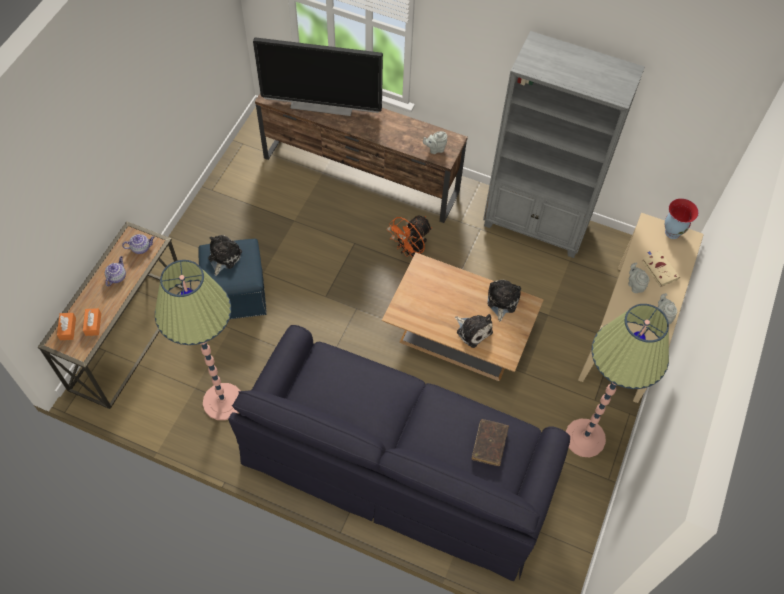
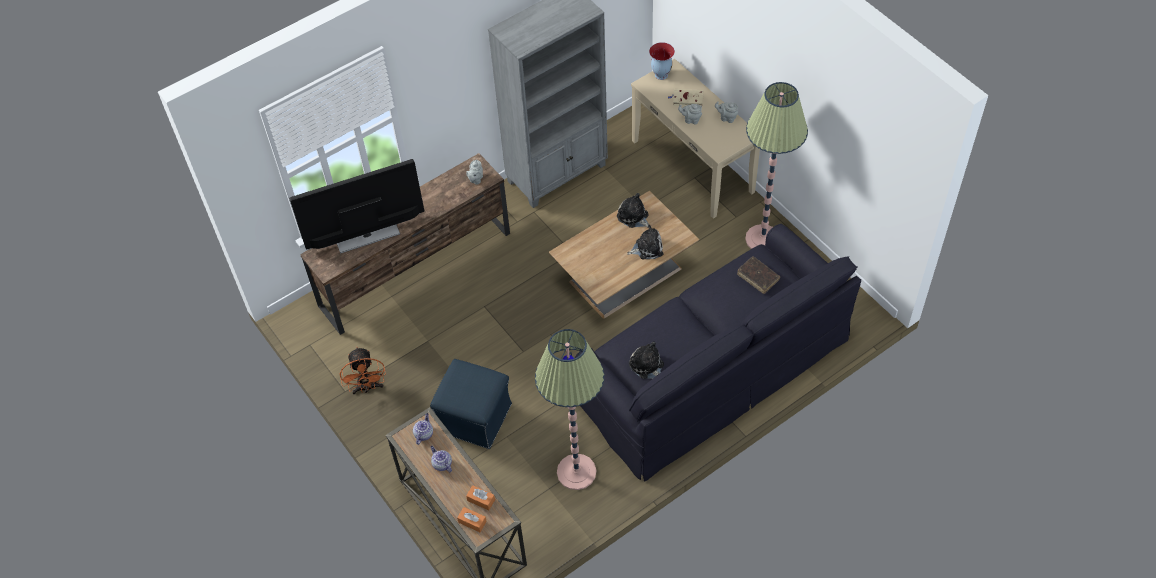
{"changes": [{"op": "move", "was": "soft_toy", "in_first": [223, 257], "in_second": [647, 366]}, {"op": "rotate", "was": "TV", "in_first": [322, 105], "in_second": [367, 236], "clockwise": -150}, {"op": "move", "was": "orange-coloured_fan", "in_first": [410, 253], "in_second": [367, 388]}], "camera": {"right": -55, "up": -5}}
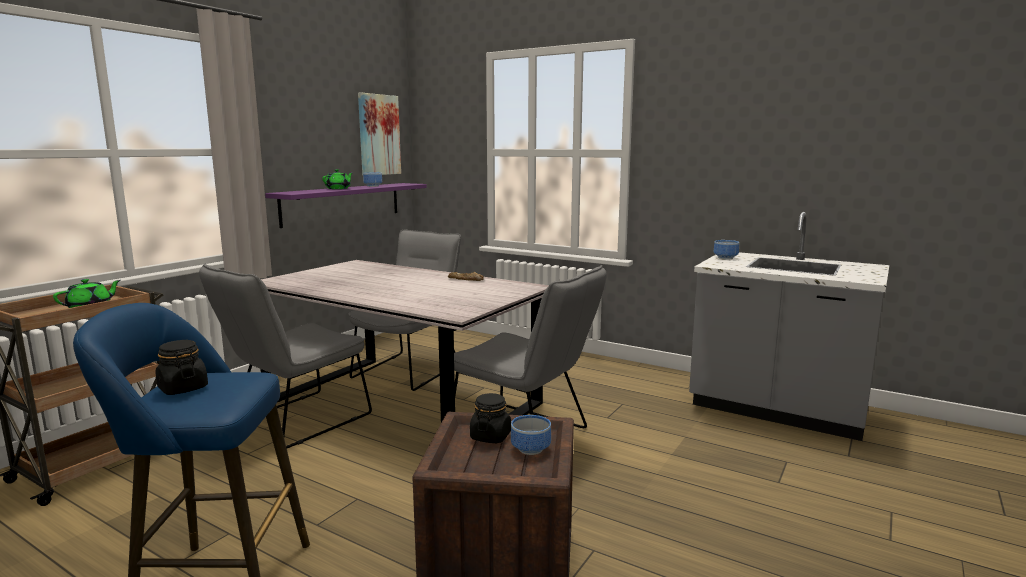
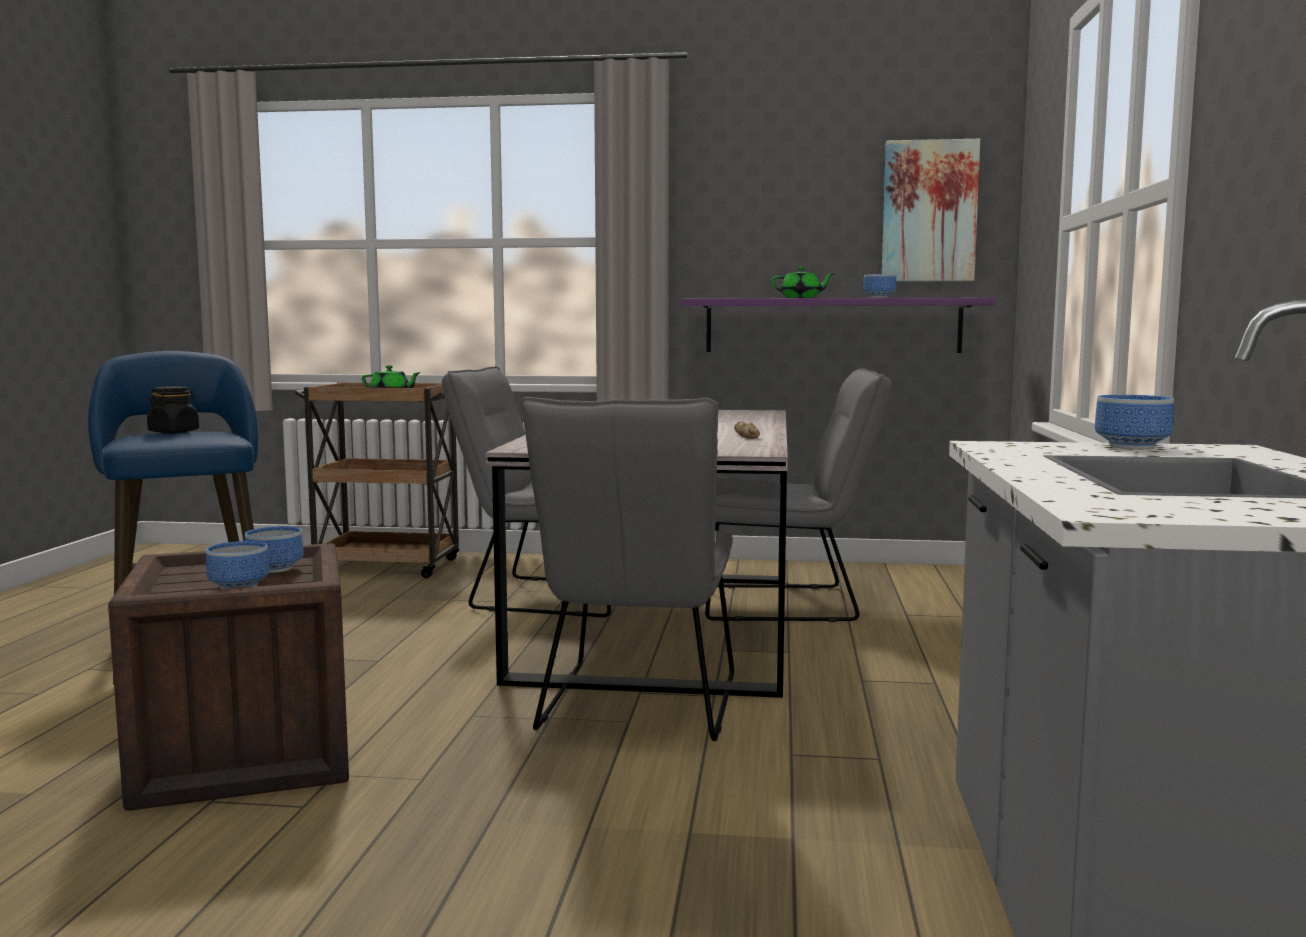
{"changes": [{"op": "replace", "was": "black_storage_jar", "now": "serving_bowl", "in_first": [490, 436], "in_second": [273, 569]}], "camera": {"right": 65, "up": -5}}
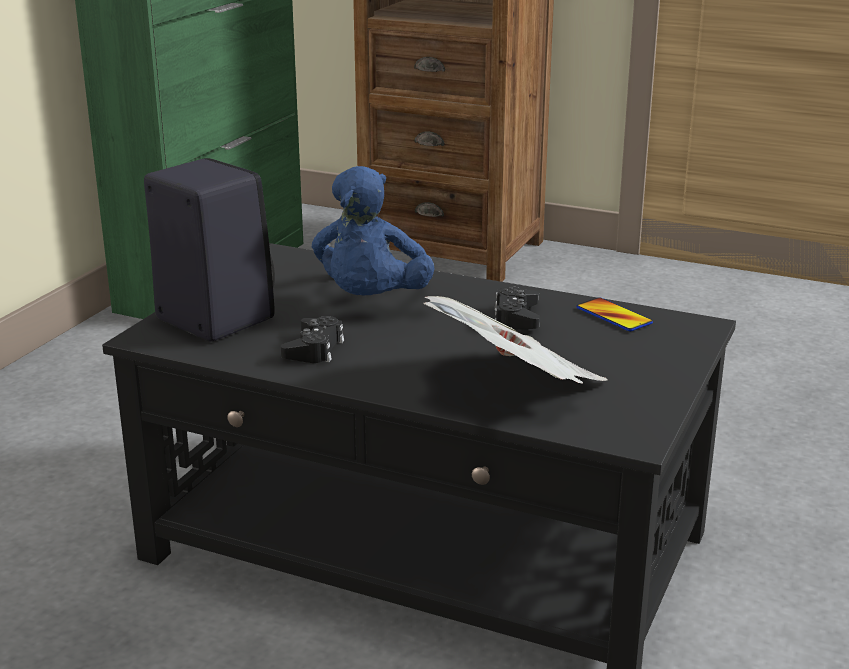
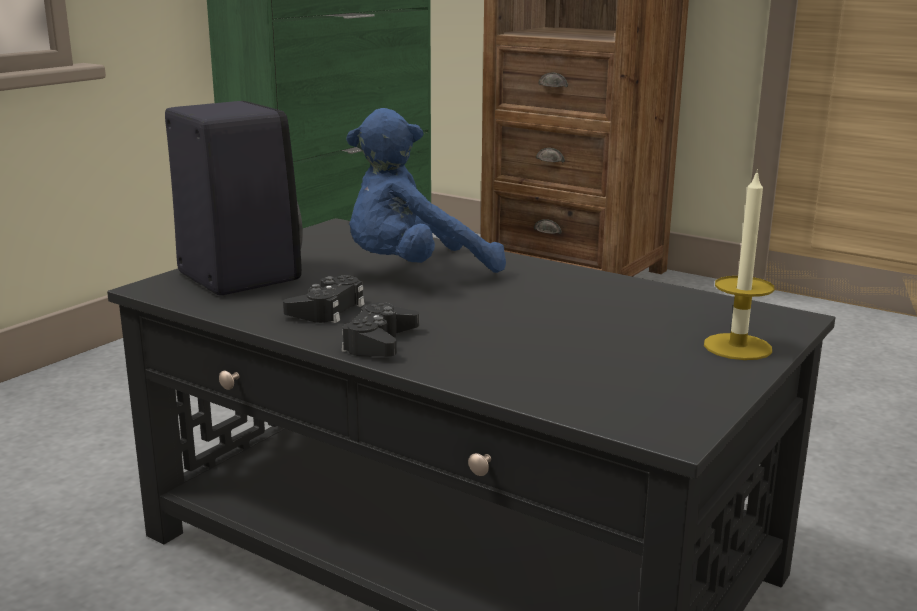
{"changes": [{"op": "rotate", "was": "blue-coloured_soft_toy", "in_first": [371, 301], "in_second": [415, 272], "clockwise": 45}, {"op": "delete", "was": "printed_paper", "in_first": [514, 385]}, {"op": "move", "was": "black_game_controller", "in_first": [516, 317], "in_second": [379, 342]}, {"op": "delete", "was": "handset", "in_first": [613, 316]}, {"op": "insert", "now": "candle", "in_second": [737, 347]}], "camera": {"right": 10, "up": -5}}
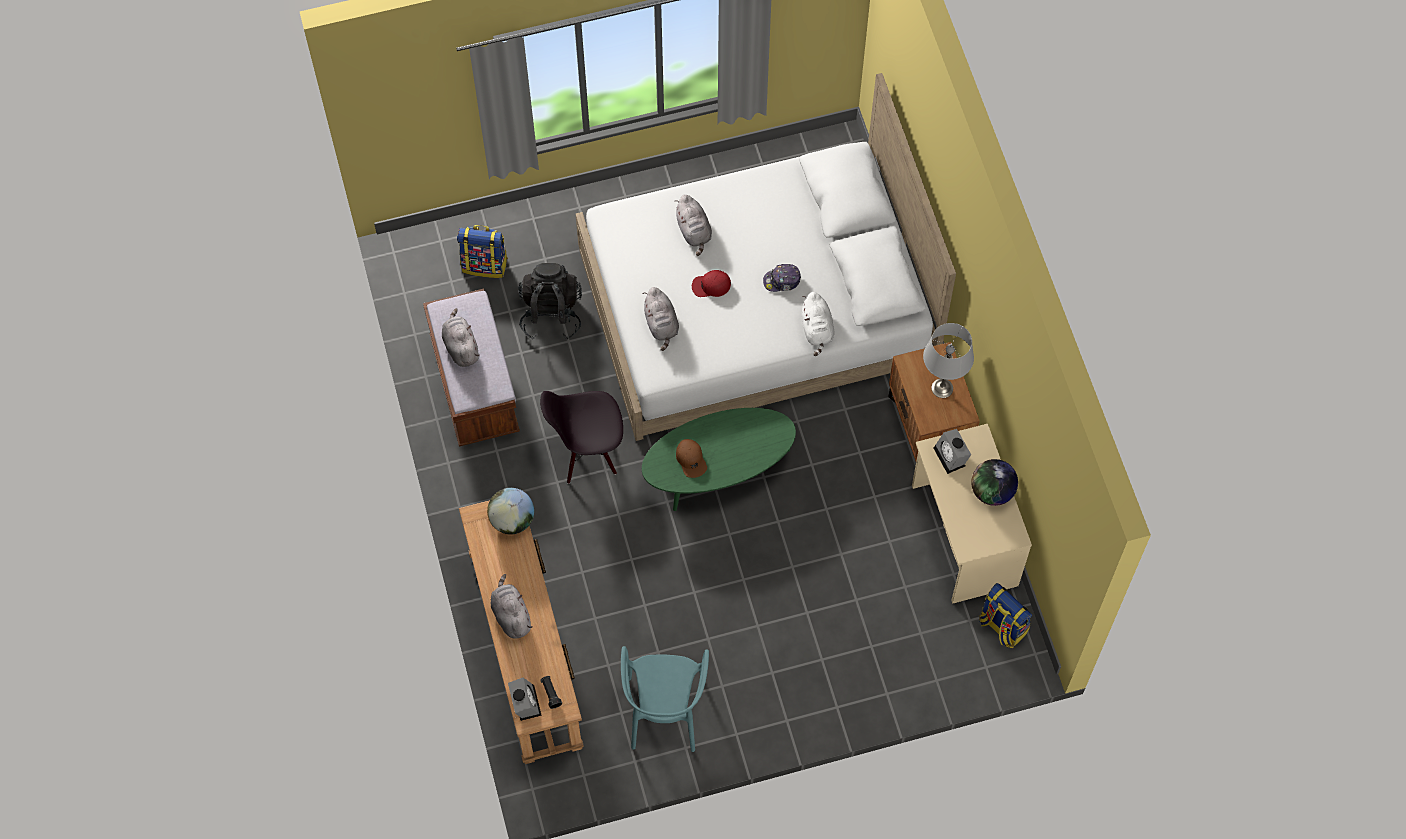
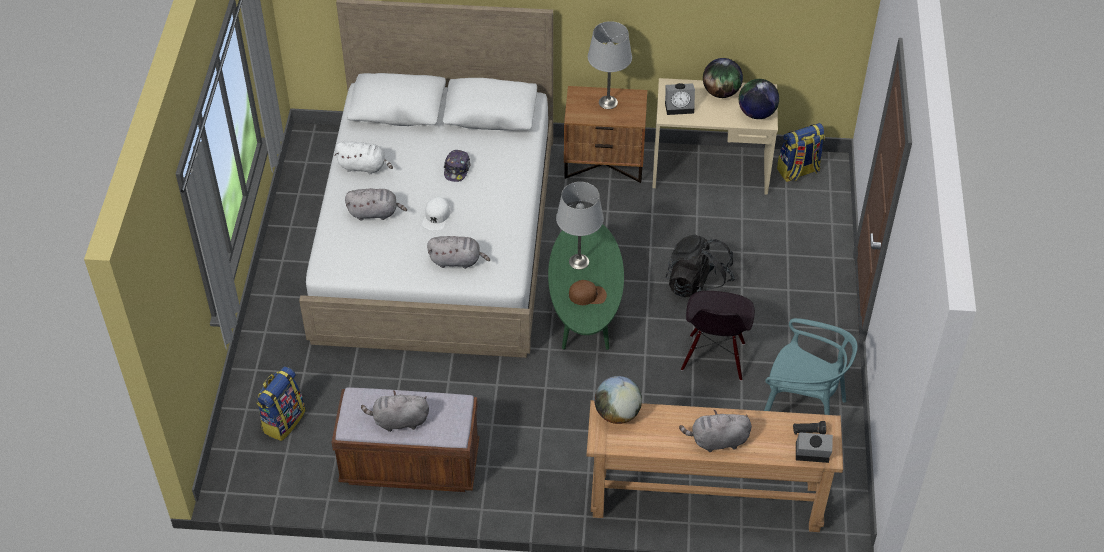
{"changes": [{"op": "move", "was": "black_knapsack", "in_first": [551, 313], "in_second": [698, 288]}, {"op": "move", "was": "black_upright_chair", "in_first": [587, 451], "in_second": [714, 357]}, {"op": "recolor", "was": "red_peaked_cap", "now": "white_peaked_cap", "in_first": [711, 286], "in_second": [436, 217]}, {"op": "move", "was": "white_soft_toy", "in_first": [817, 330], "in_second": [364, 167]}, {"op": "insert", "now": "gray_tabletop_lamp", "in_second": [579, 261]}, {"op": "insert", "now": "world_globe", "in_second": [756, 113]}], "camera": {"right": -70, "up": -15}}
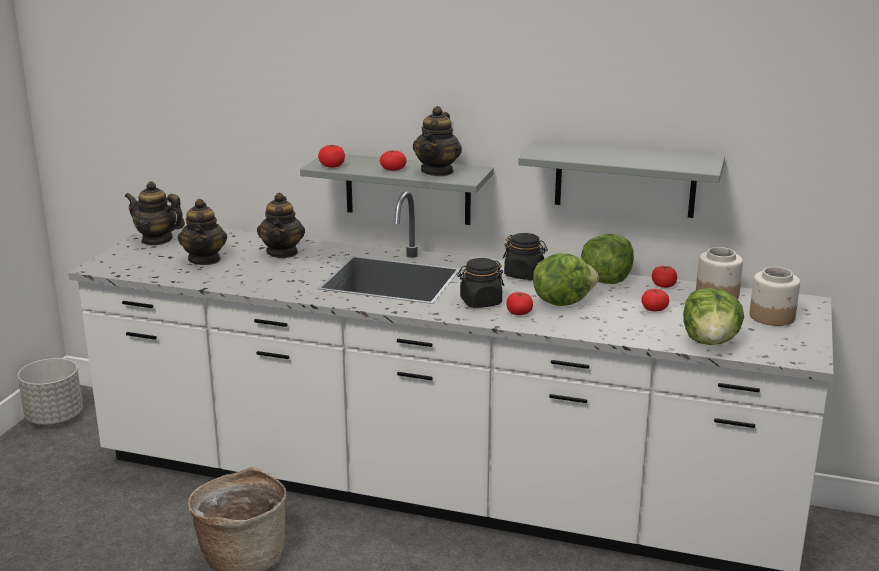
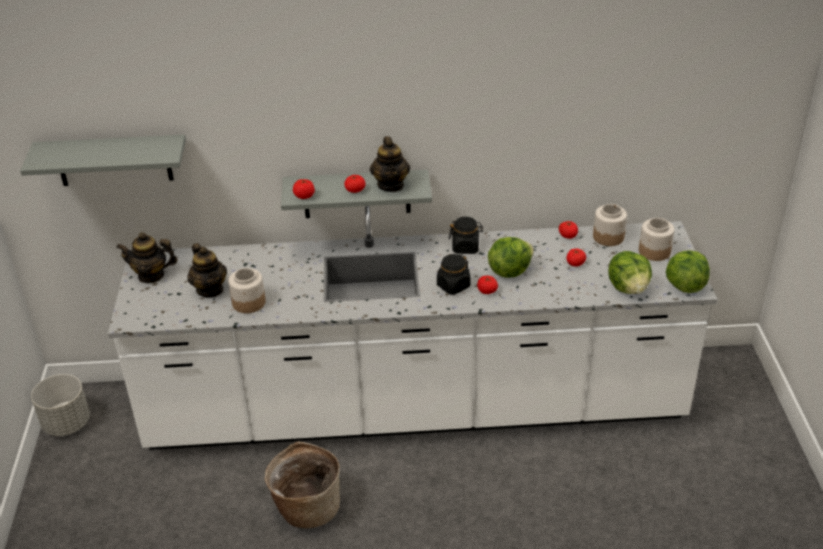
{"changes": [{"op": "delete", "was": "pot_for_tea", "in_first": [282, 252]}, {"op": "move", "was": "gray_bracket_shelf", "in_first": [625, 179], "in_second": [114, 160]}, {"op": "move", "was": "lettuce", "in_first": [606, 280], "in_second": [684, 285]}, {"op": "insert", "now": "storage_jar", "in_second": [248, 303]}], "camera": {"right": -20, "up": 15}}
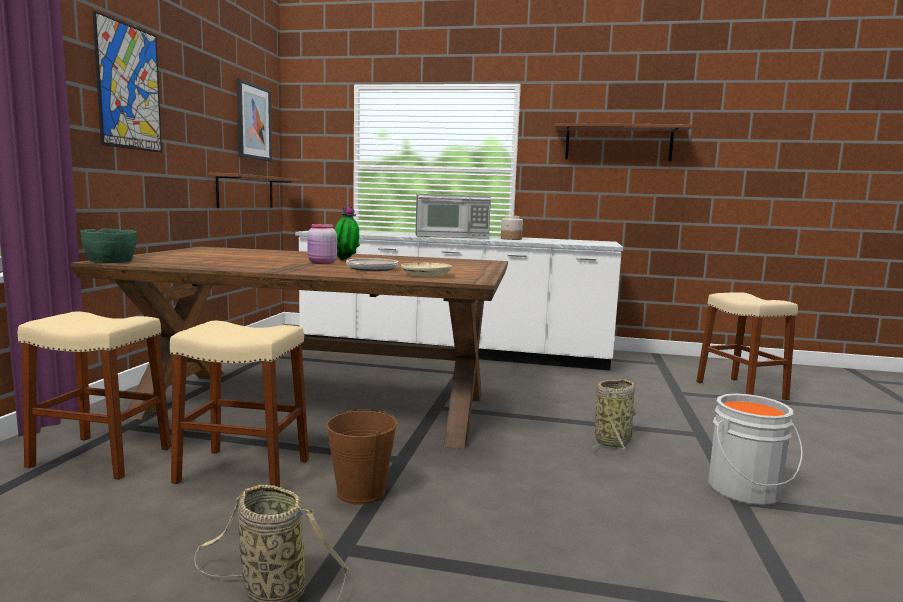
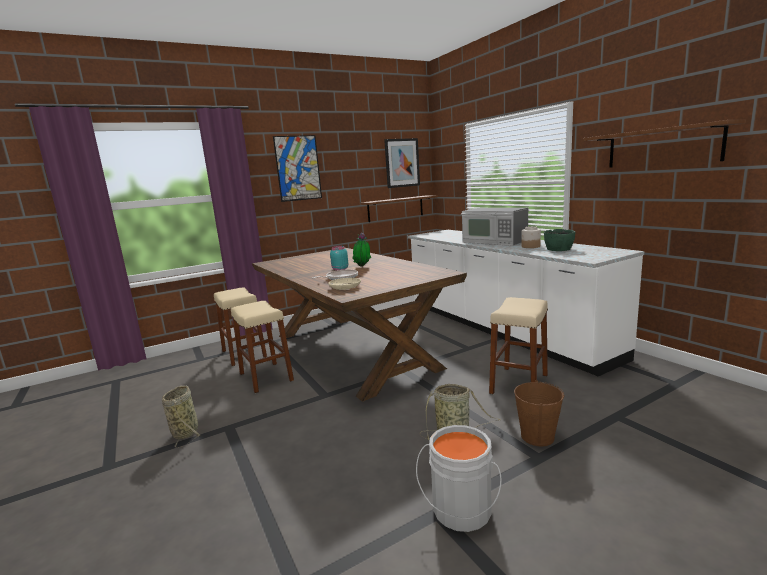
{"changes": [{"op": "move", "was": "greenish_serving_bowl", "in_first": [111, 261], "in_second": [559, 249]}, {"op": "recolor", "was": "pink-coloured_storage_jar", "now": "turquoise-coloured_storage_jar", "in_first": [321, 263], "in_second": [339, 269]}, {"op": "move", "was": "brown-coloured_water_bucket", "in_first": [361, 492], "in_second": [537, 436]}, {"op": "move", "was": "beige-coloured_stool", "in_first": [740, 390], "in_second": [519, 384]}], "camera": {"right": 50, "up": 5}}
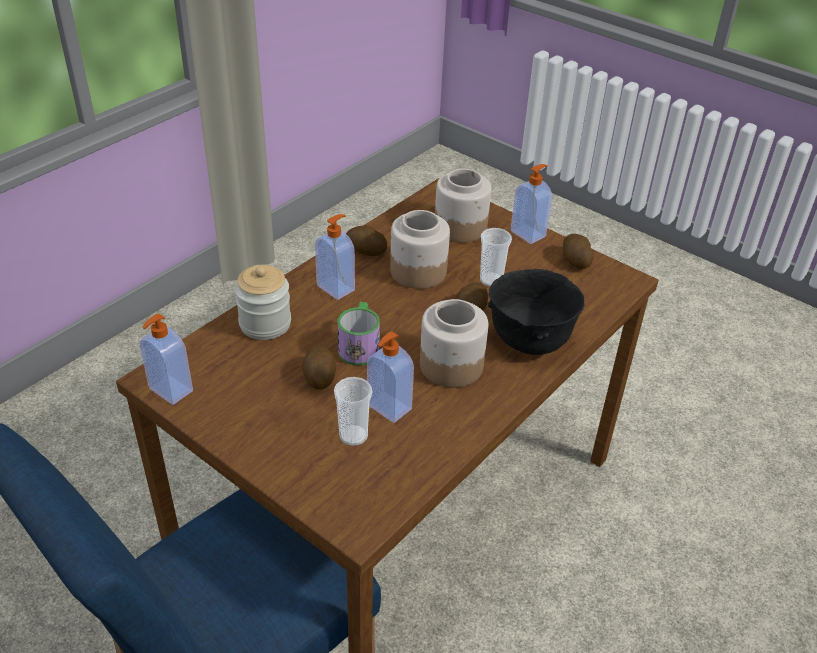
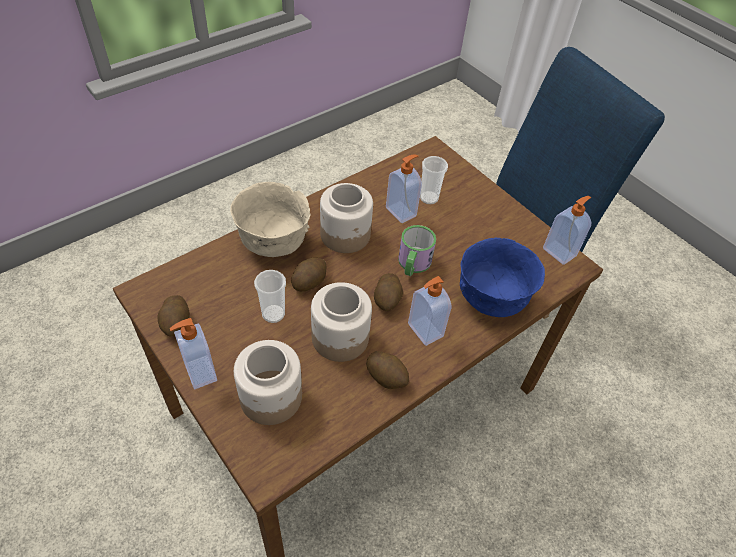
{"changes": [{"op": "replace", "was": "storage_jar", "now": "blue-coloured_serving_bowl", "in_first": [265, 324], "in_second": [491, 300]}, {"op": "move", "was": "potato", "in_first": [319, 377], "in_second": [387, 300]}, {"op": "recolor", "was": "black_serving_bowl", "now": "beige-coloured_serving_bowl", "in_first": [529, 341], "in_second": [273, 244]}], "camera": {"right": -170, "up": 10}}
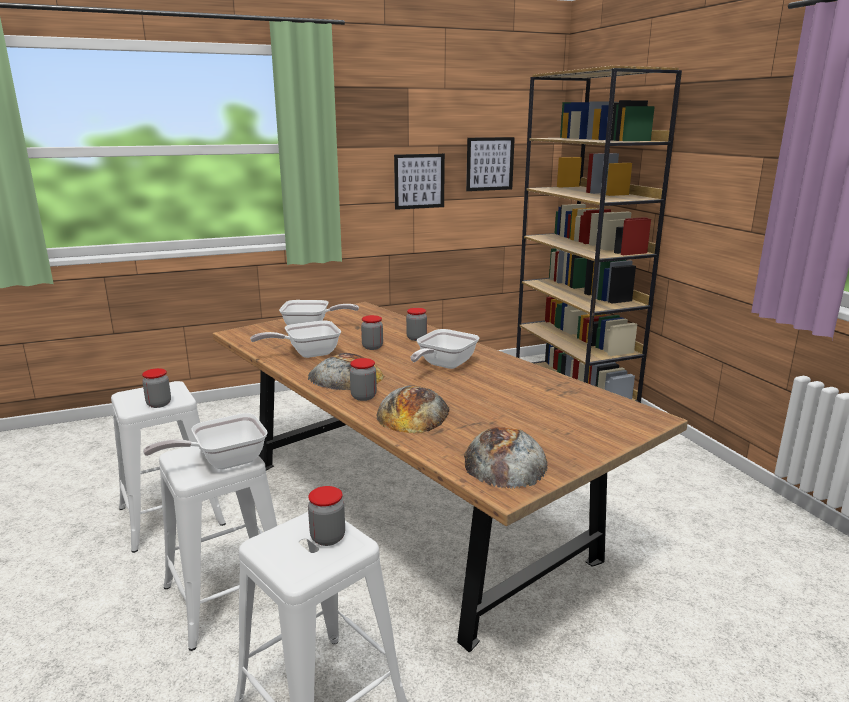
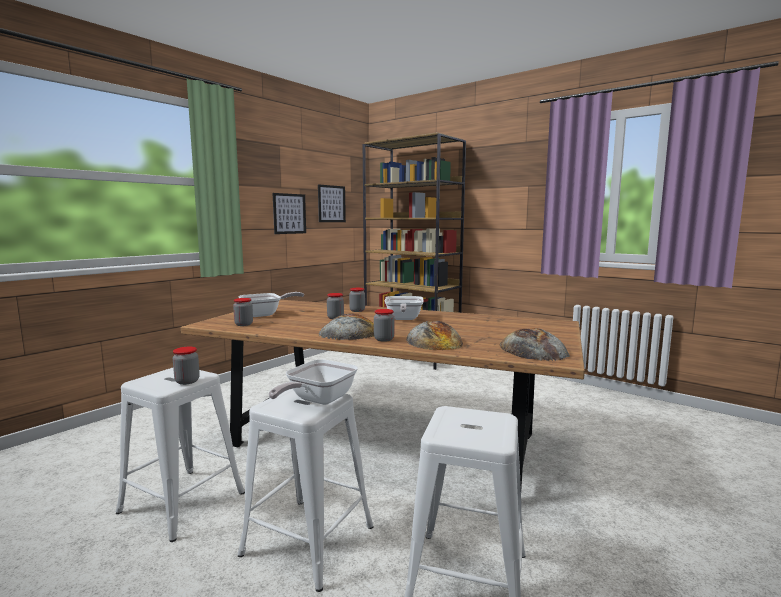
{"changes": [{"op": "delete", "was": "skillet", "in_first": [307, 353]}, {"op": "move", "was": "storage_jar", "in_first": [328, 538], "in_second": [244, 324]}], "camera": {"right": -30, "up": -10}}
